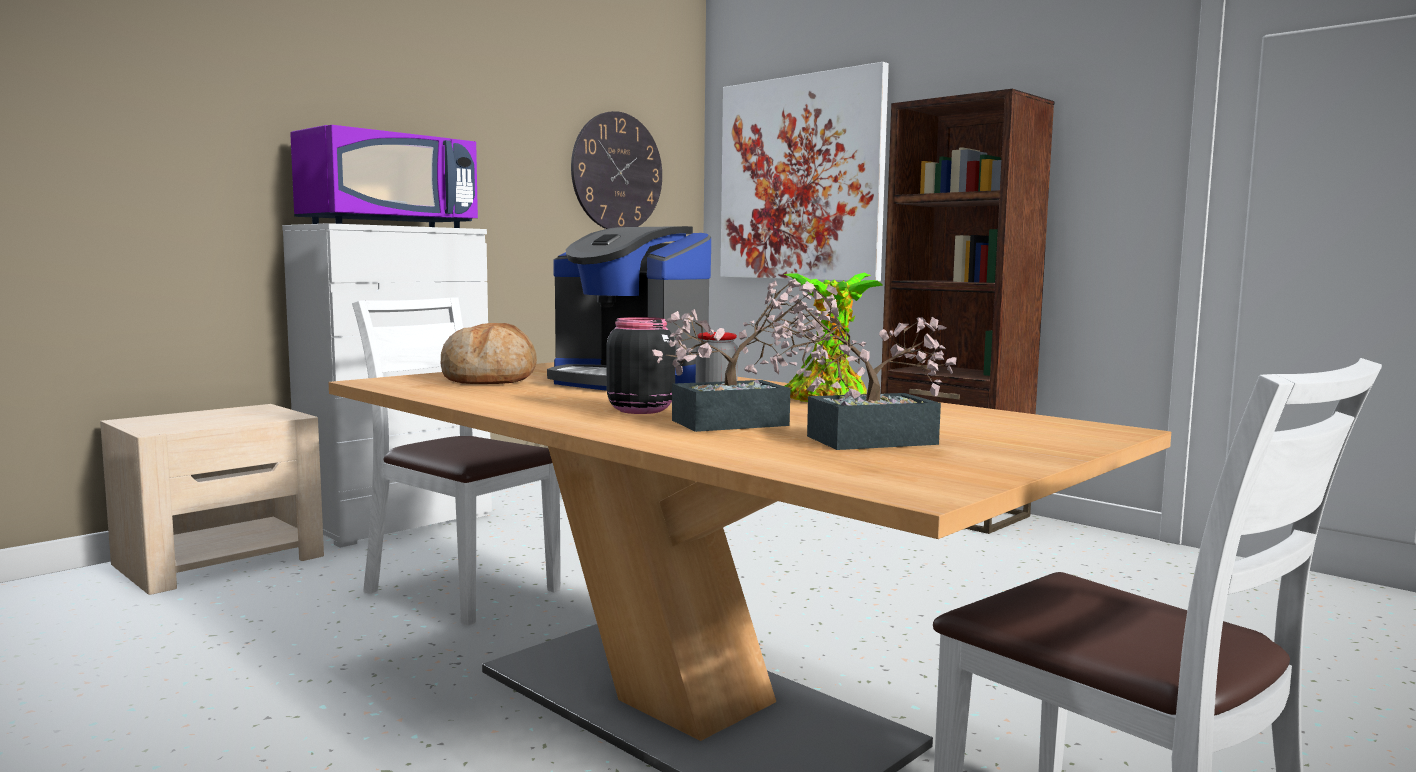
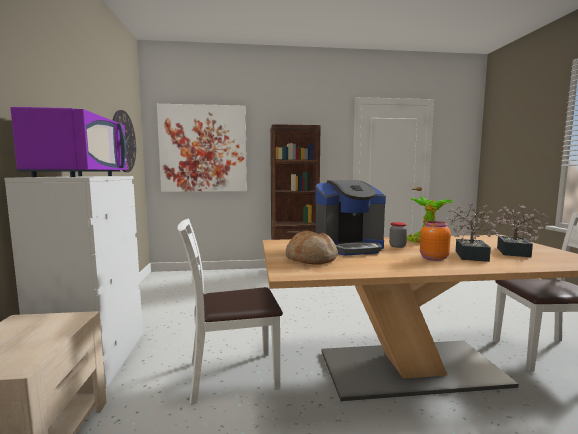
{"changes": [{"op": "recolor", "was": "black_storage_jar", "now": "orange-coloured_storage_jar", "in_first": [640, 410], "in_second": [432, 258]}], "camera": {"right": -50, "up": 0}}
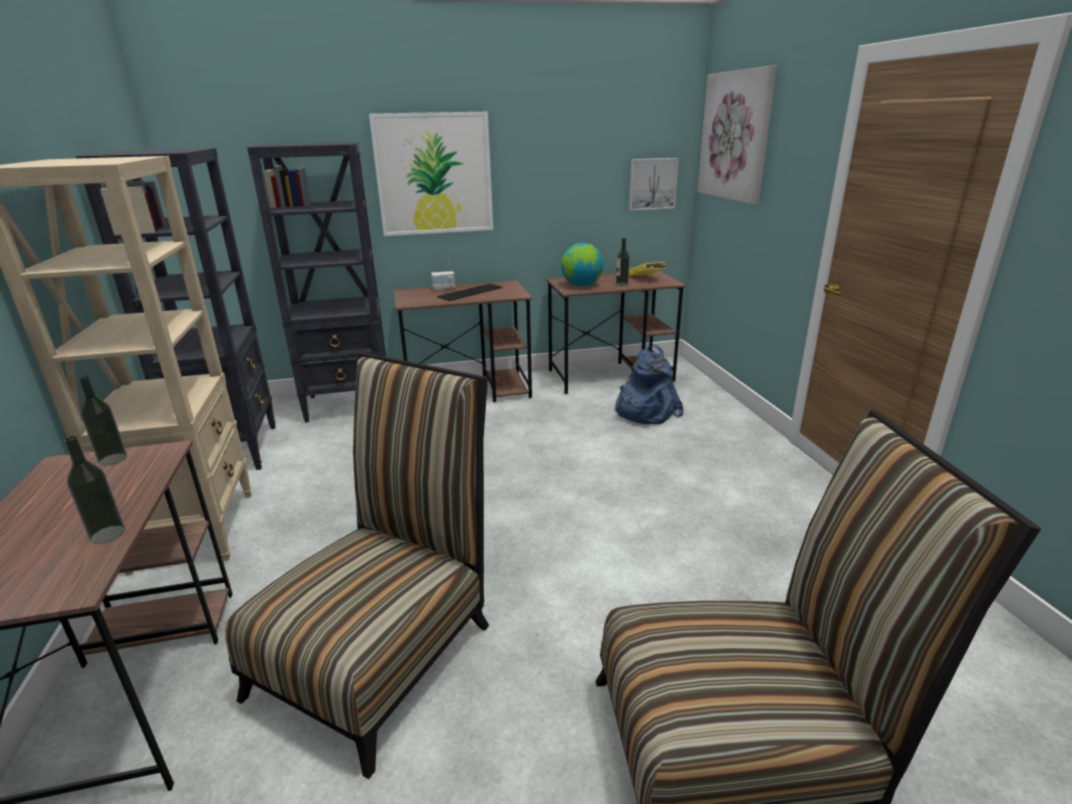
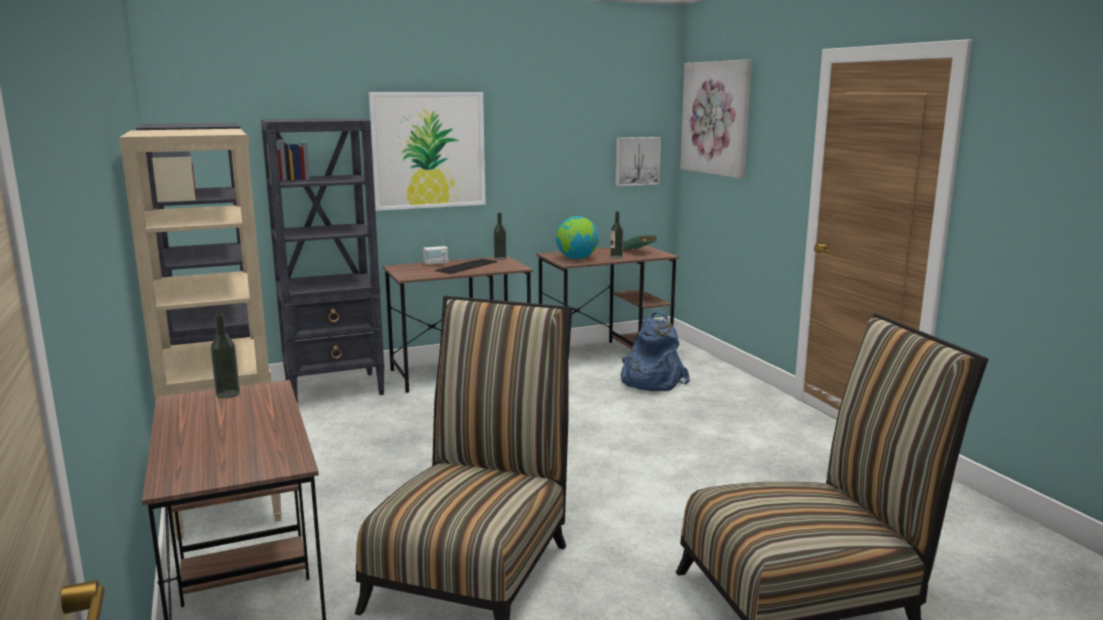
{"changes": [{"op": "move", "was": "drink_bottle", "in_first": [107, 534], "in_second": [500, 258]}, {"op": "recolor", "was": "yellowish_bound_book", "now": "greenish_bound_book", "in_first": [646, 279], "in_second": [637, 252]}], "camera": {"right": -10, "up": -10}}
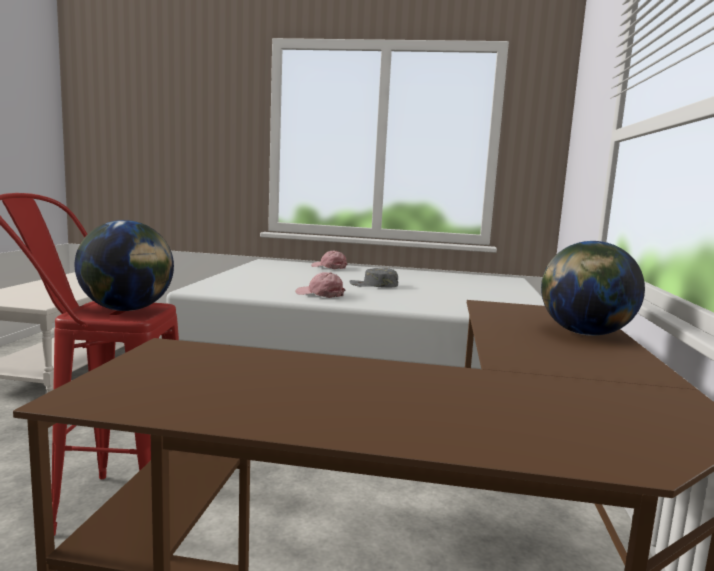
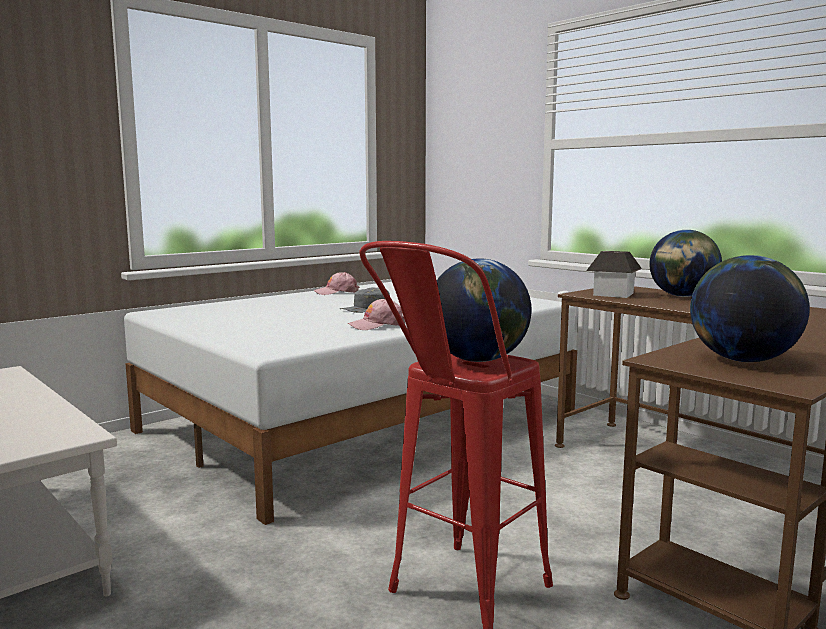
{"changes": [{"op": "move", "was": "pink-coloured_peaked_cap", "in_first": [329, 267], "in_second": [337, 292]}, {"op": "insert", "now": "miniature_house", "in_second": [613, 294]}, {"op": "insert", "now": "world_globe", "in_second": [742, 360]}], "camera": {"right": -50, "up": 0}}
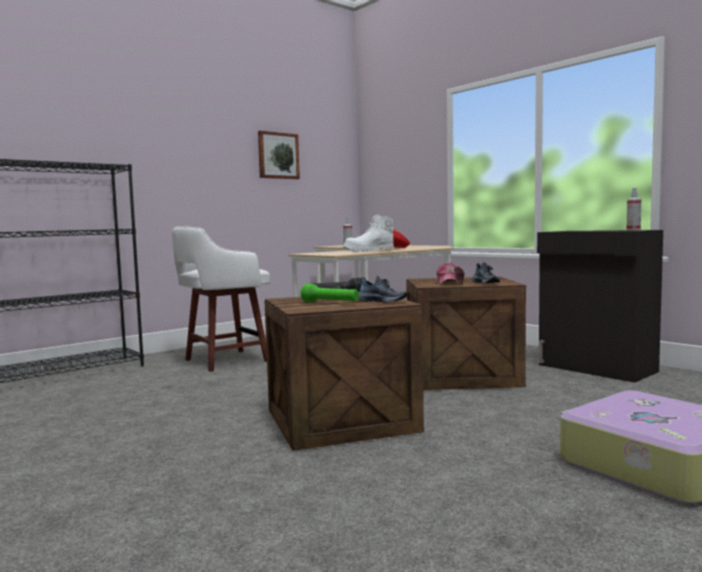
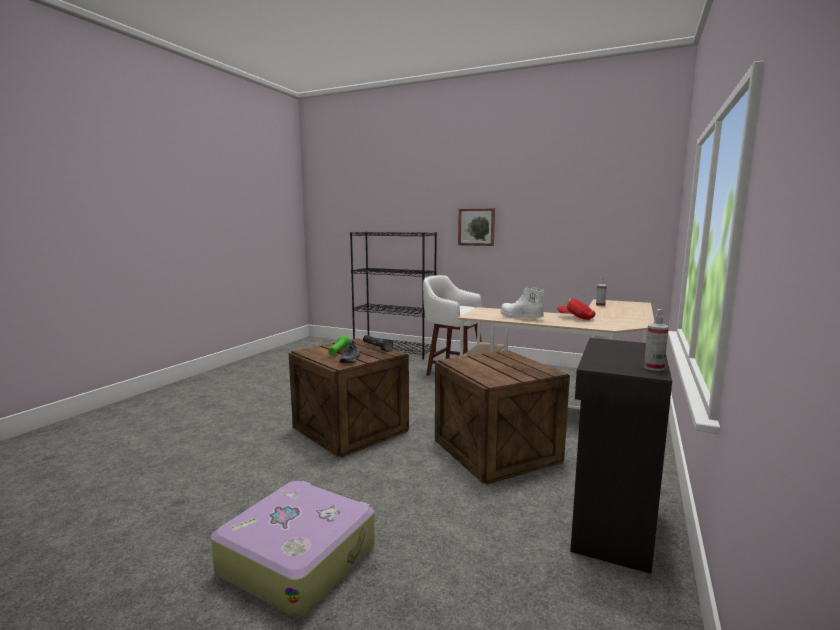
{"changes": [{"op": "move", "was": "picture", "in_first": [278, 155], "in_second": [476, 227]}, {"op": "delete", "was": "peaked_cap", "in_first": [450, 283]}, {"op": "delete", "was": "low_shoe", "in_first": [486, 283]}], "camera": {"right": 65, "up": 5}}
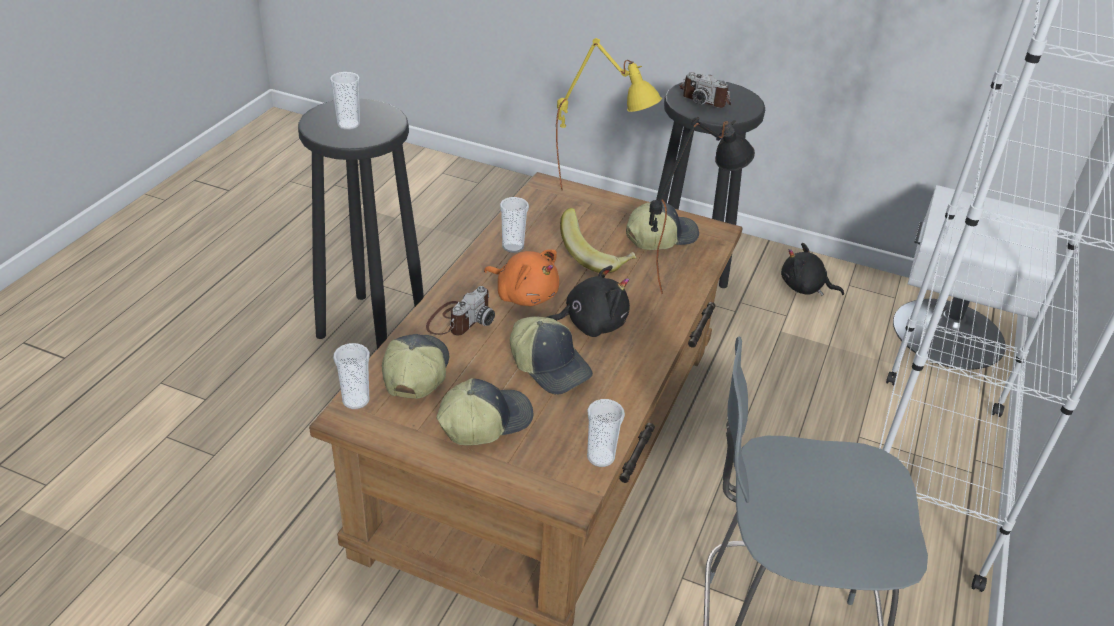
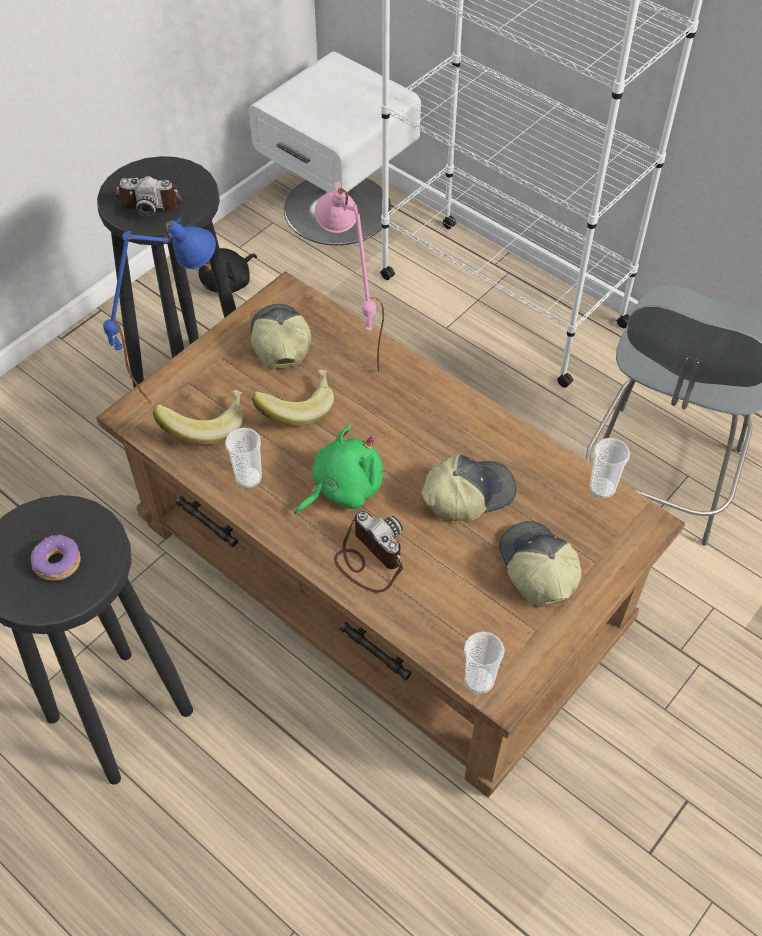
{"changes": [{"op": "replace", "was": "drinking_cup", "now": "ring_doughnut", "in_first": [348, 124], "in_second": [57, 563]}, {"op": "delete", "was": "peaked_cap", "in_first": [415, 372]}, {"op": "recolor", "was": "orange-coloured_soft_toy", "now": "greenish_soft_toy", "in_first": [524, 295], "in_second": [343, 488]}, {"op": "delete", "was": "black_soft_toy", "in_first": [590, 324]}, {"op": "recolor", "was": "yellowish_tabletop_lamp", "now": "blue-coloured_tabletop_lamp", "in_first": [599, 195], "in_second": [177, 371]}, {"op": "recolor", "was": "black_tabletop_lamp", "now": "pink-coloured_tabletop_lamp", "in_first": [683, 274], "in_second": [351, 344]}, {"op": "rotate", "was": "photo_camera", "in_first": [706, 98], "in_second": [150, 199], "clockwise": 45}, {"op": "insert", "now": "banana", "in_second": [205, 425]}], "camera": {"right": -70, "up": 15}}
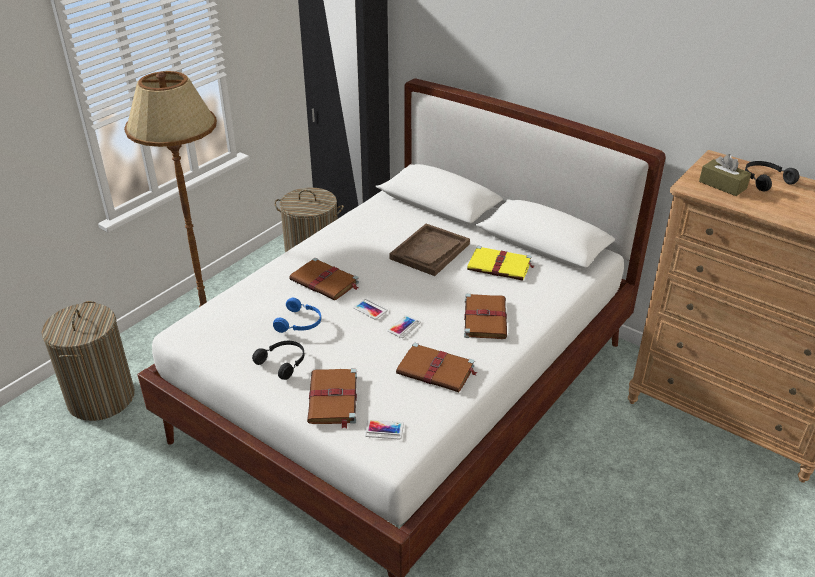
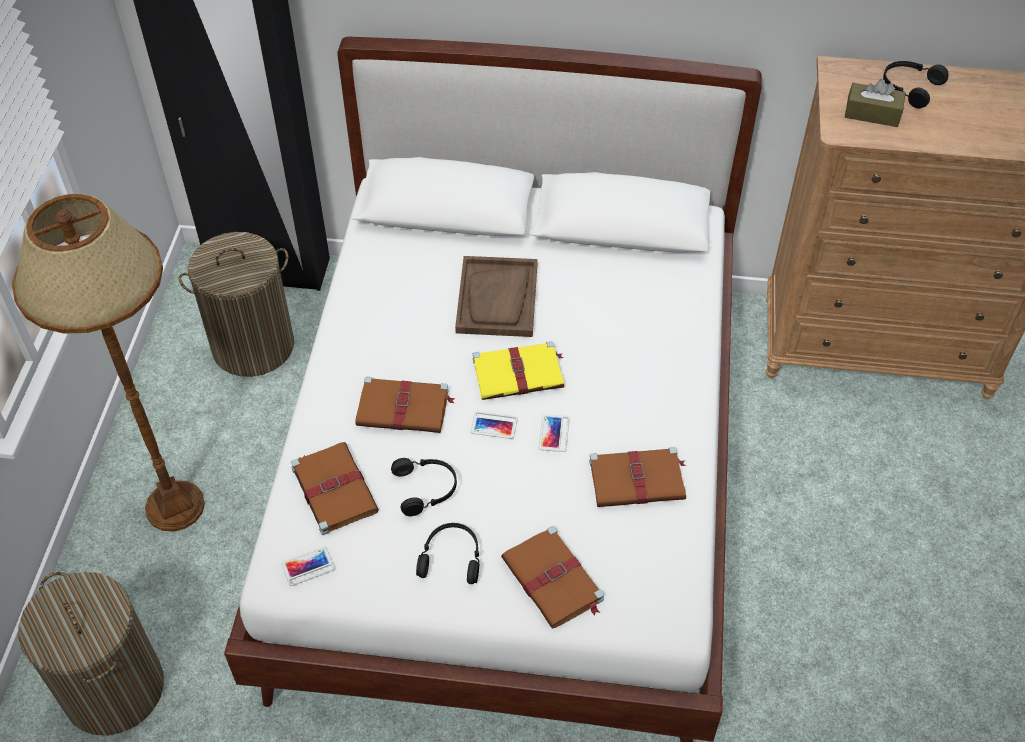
{"changes": [{"op": "recolor", "was": "blue-coloured_headphones", "now": "black_headphones", "in_first": [300, 323], "in_second": [426, 489]}, {"op": "move", "was": "handset", "in_first": [384, 430], "in_second": [308, 566]}, {"op": "move", "was": "brown-coloured_bound_book", "in_first": [485, 318], "in_second": [333, 488]}, {"op": "move", "was": "yellowish_bound_book", "in_first": [500, 266], "in_second": [519, 373]}], "camera": {"right": -30, "up": 15}}
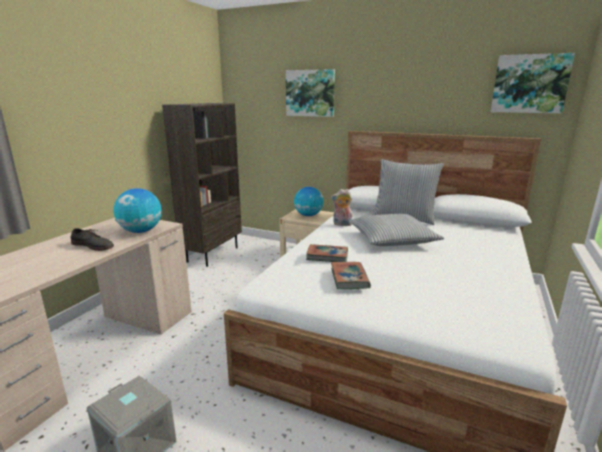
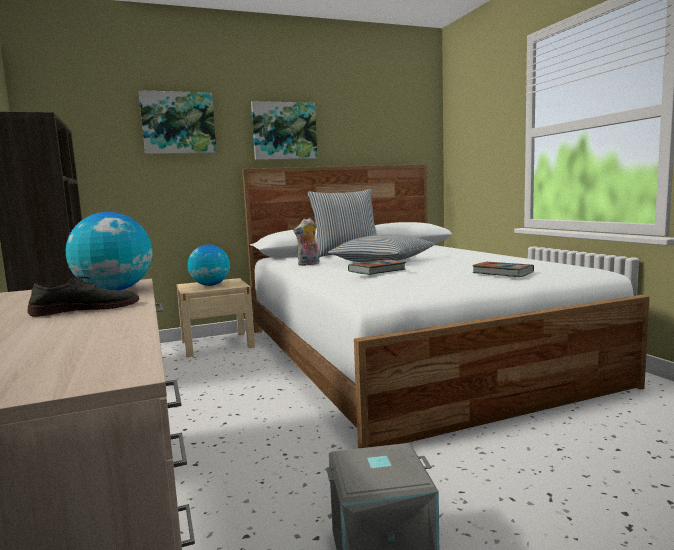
{"changes": [{"op": "move", "was": "bound_book", "in_first": [349, 278], "in_second": [502, 273]}, {"op": "move", "was": "picture", "in_first": [529, 84], "in_second": [284, 131]}], "camera": {"right": -45, "up": -10}}
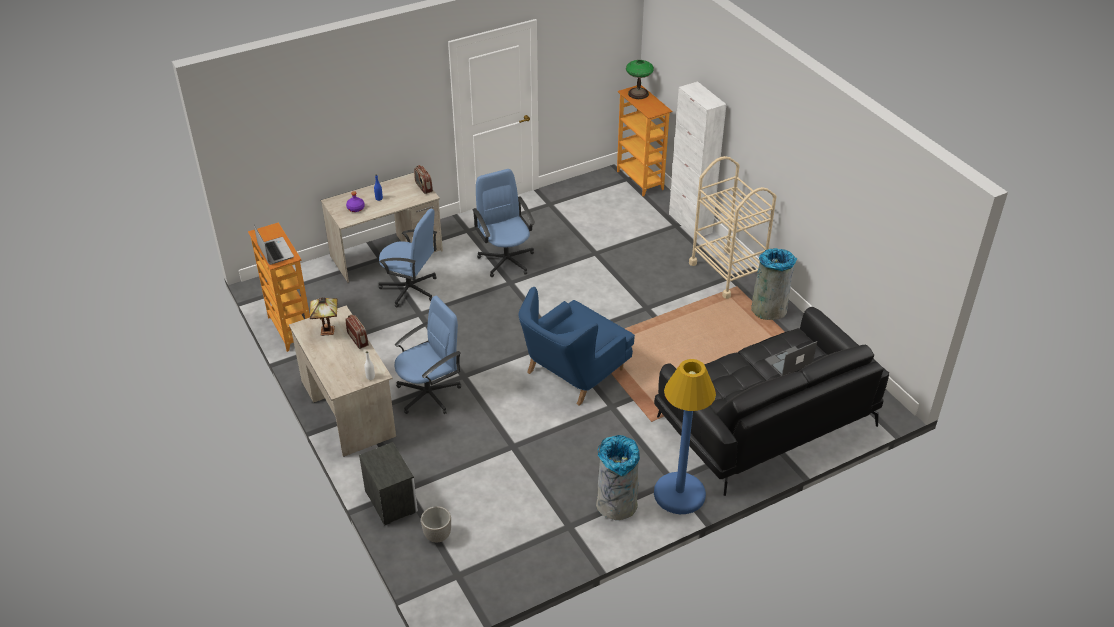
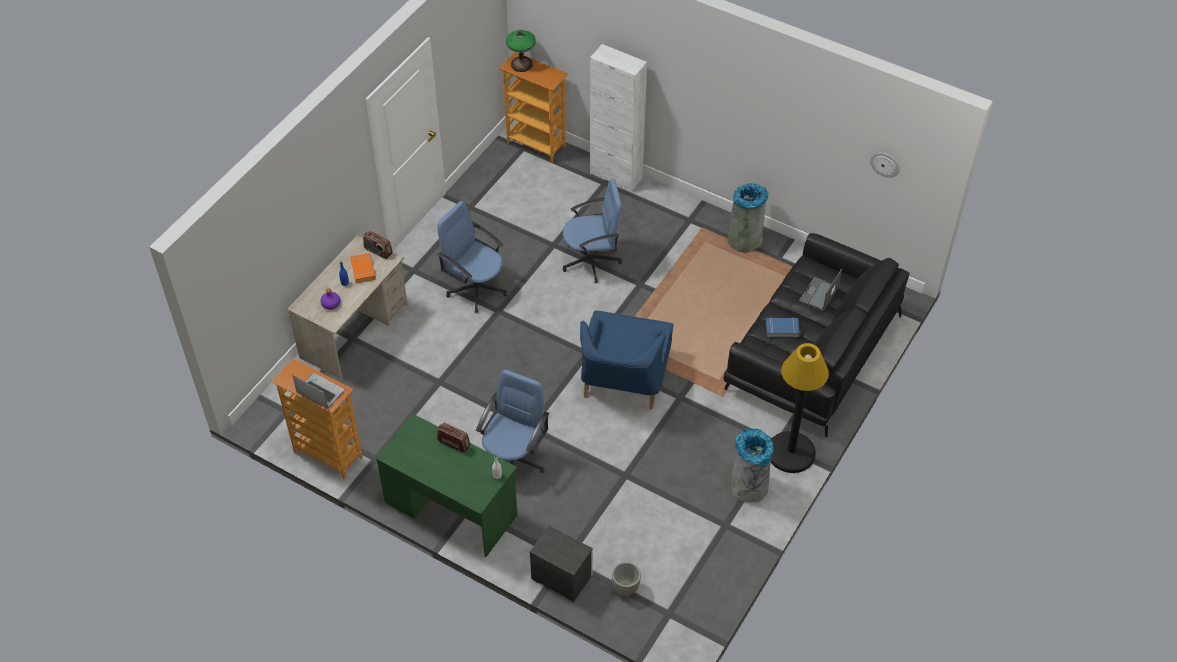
{"changes": [{"op": "recolor", "was": "beige-coloured_desk", "now": "greenish_desk", "in_first": [348, 408], "in_second": [451, 508]}, {"op": "delete", "was": "tabletop_lamp", "in_first": [328, 331]}, {"op": "move", "was": "blue-coloured_computer_chair", "in_first": [410, 289], "in_second": [591, 260]}, {"op": "recolor", "was": "blue-coloured_floor_lamp", "now": "black_floor_lamp", "in_first": [679, 494], "in_second": [791, 453]}, {"op": "delete", "was": "beige-coloured_cart", "in_first": [727, 273]}, {"op": "insert", "now": "orange-coloured_bound_book", "in_second": [363, 269]}, {"op": "insert", "now": "blue-coloured_bound_book", "in_second": [782, 329]}, {"op": "insert", "now": "hanging_clock", "in_second": [885, 164]}], "camera": {"right": -30, "up": 10}}
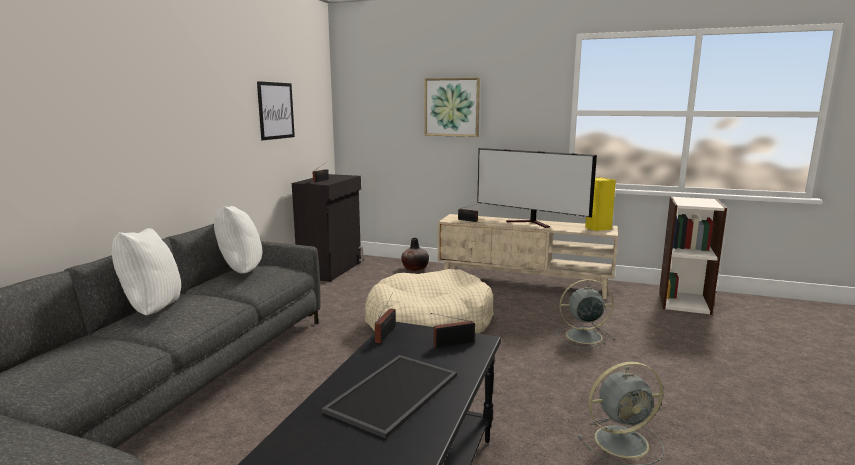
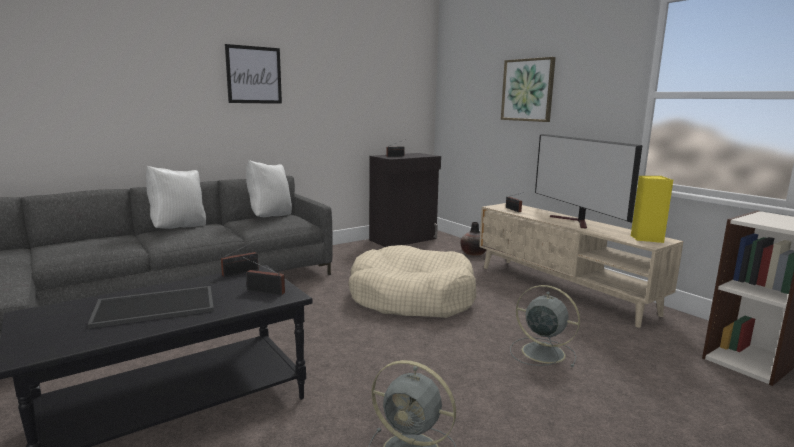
{"changes": [{"op": "move", "was": "picture", "in_first": [276, 110], "in_second": [254, 75]}], "camera": {"right": 35, "up": 0}}
